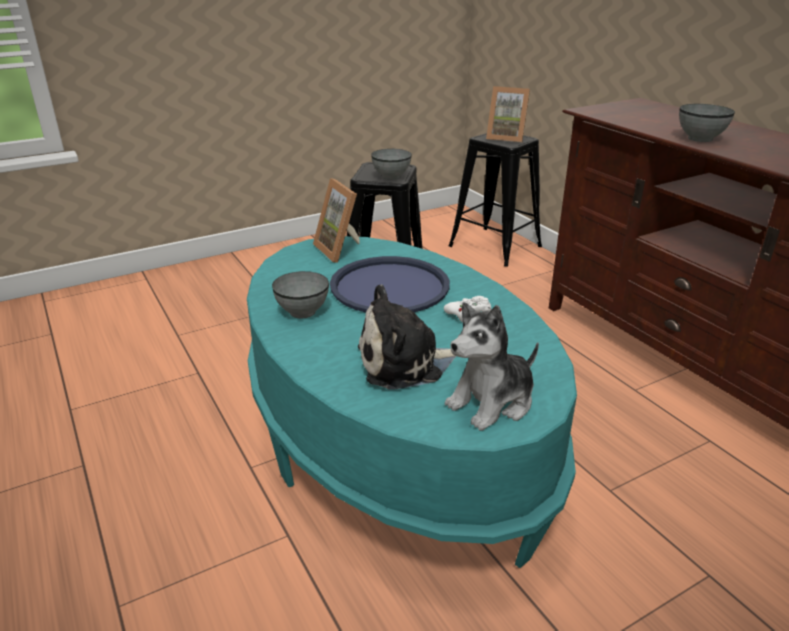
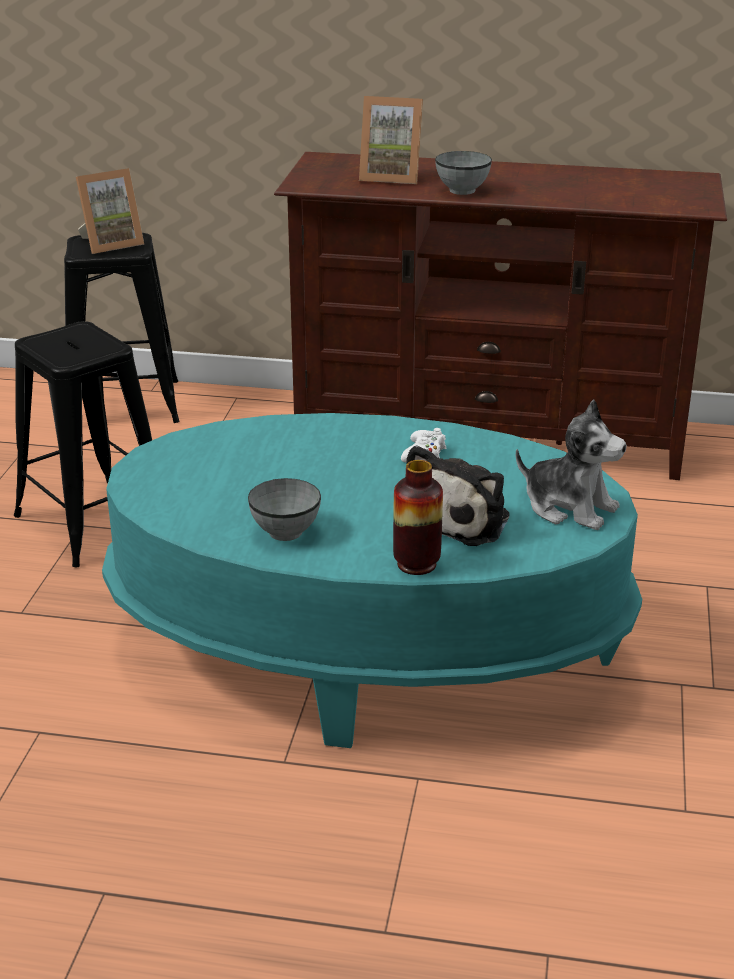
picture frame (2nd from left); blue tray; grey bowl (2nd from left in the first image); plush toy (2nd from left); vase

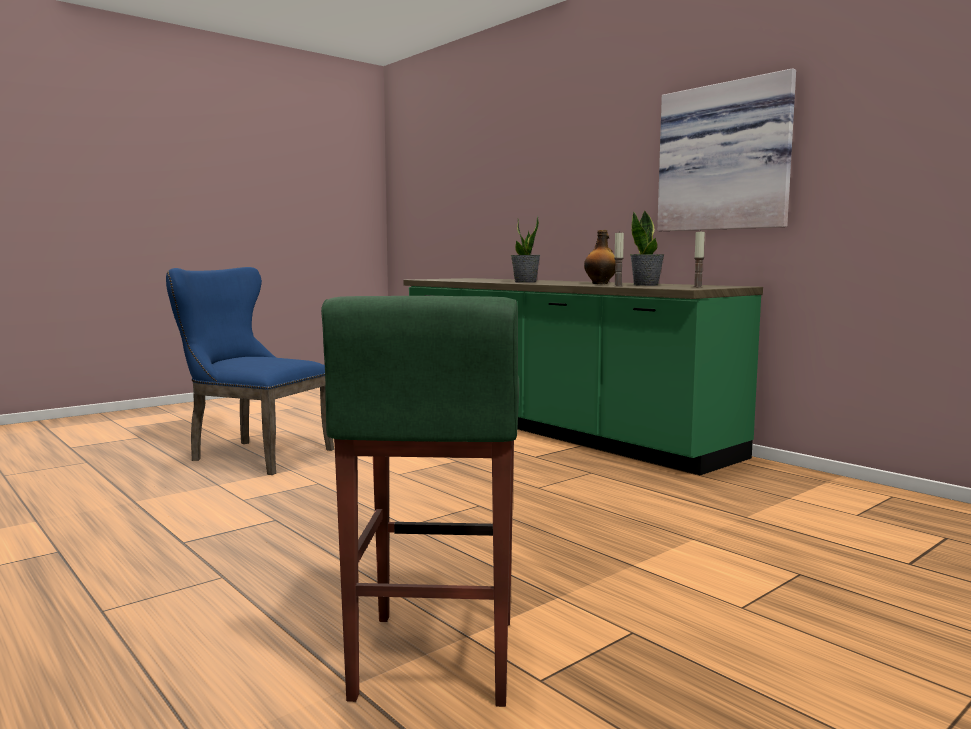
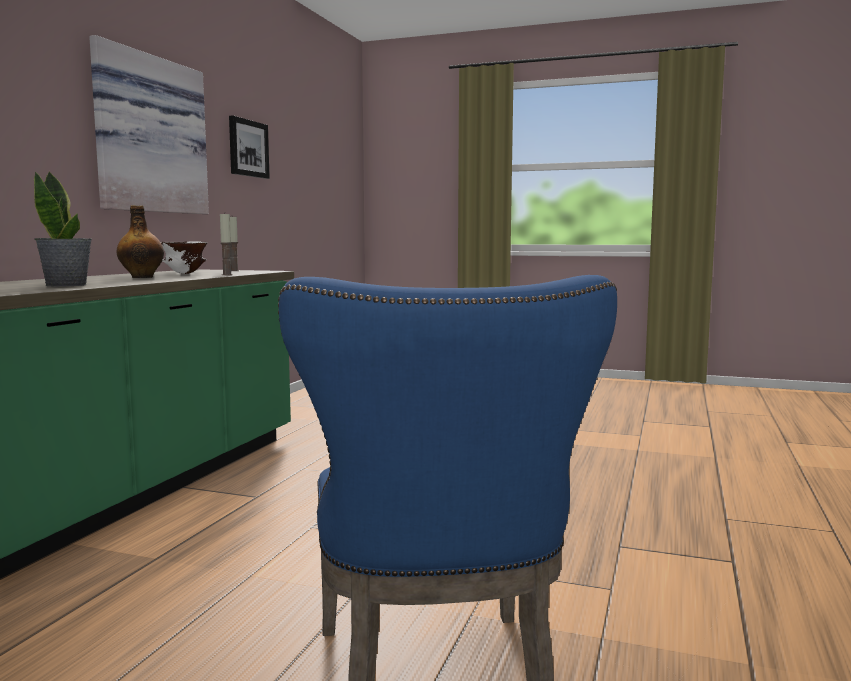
green stool; white bowl; picture (2nd from left)

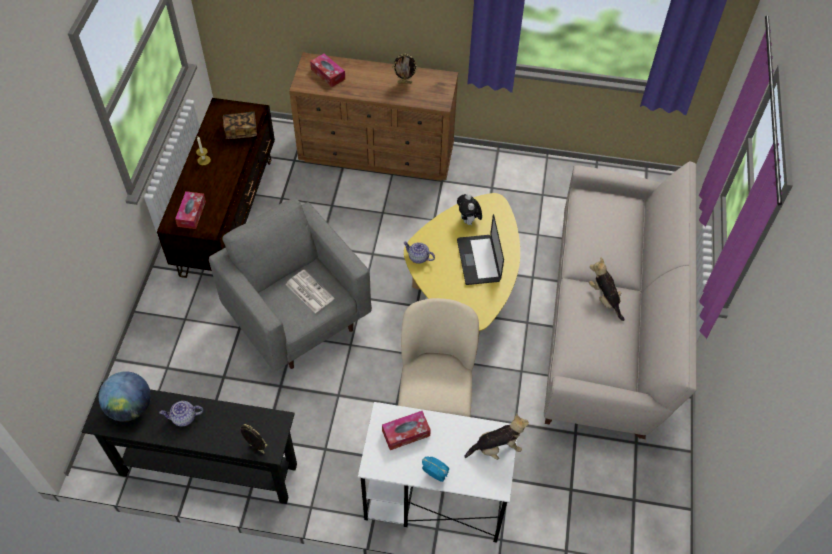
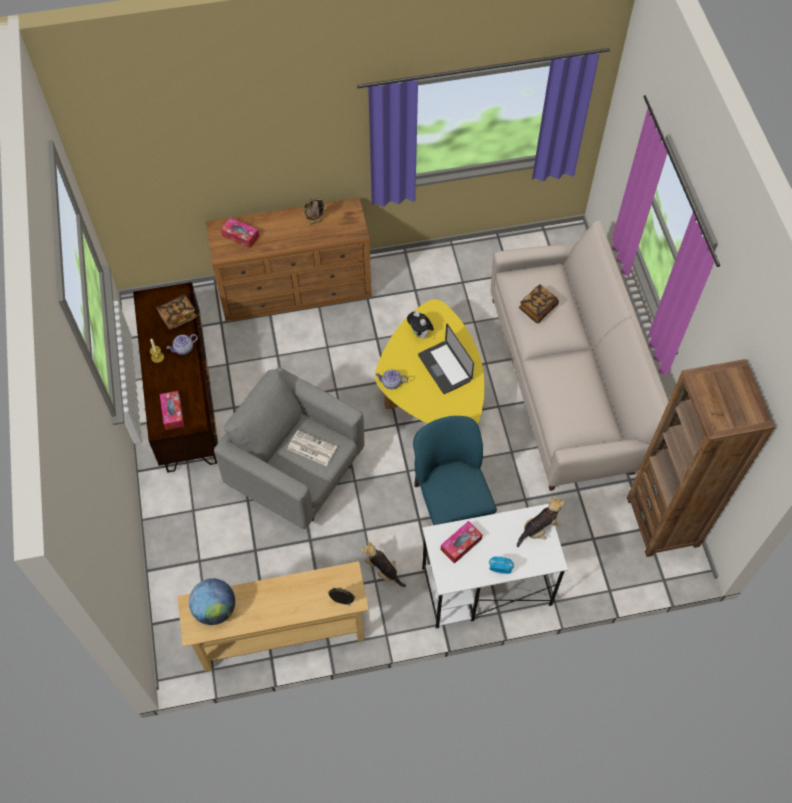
beige console table; teapot (1st from left); blue chair; plush toy (1st from left); book (2nd from left); brown bookcase

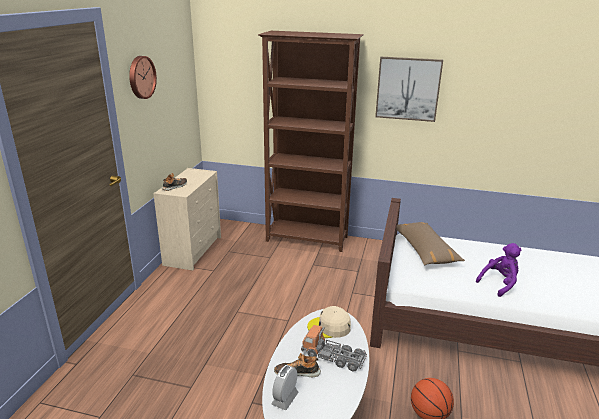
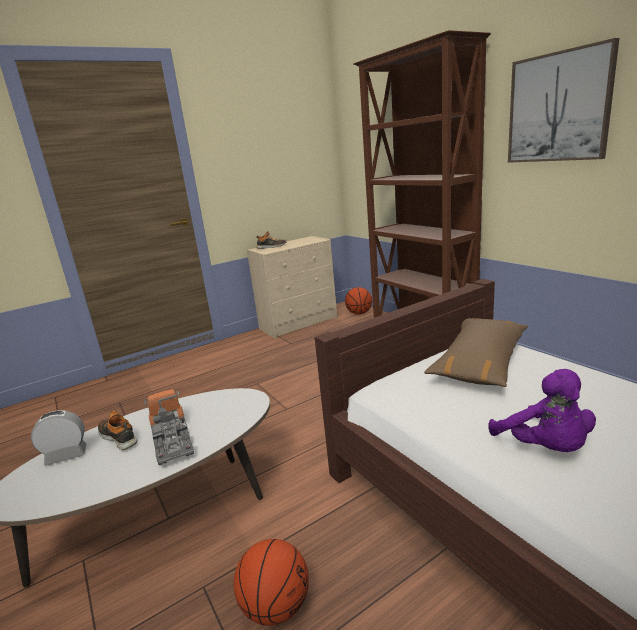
wall clock; beige cap; purple plush toy; basketball (2nd from left)

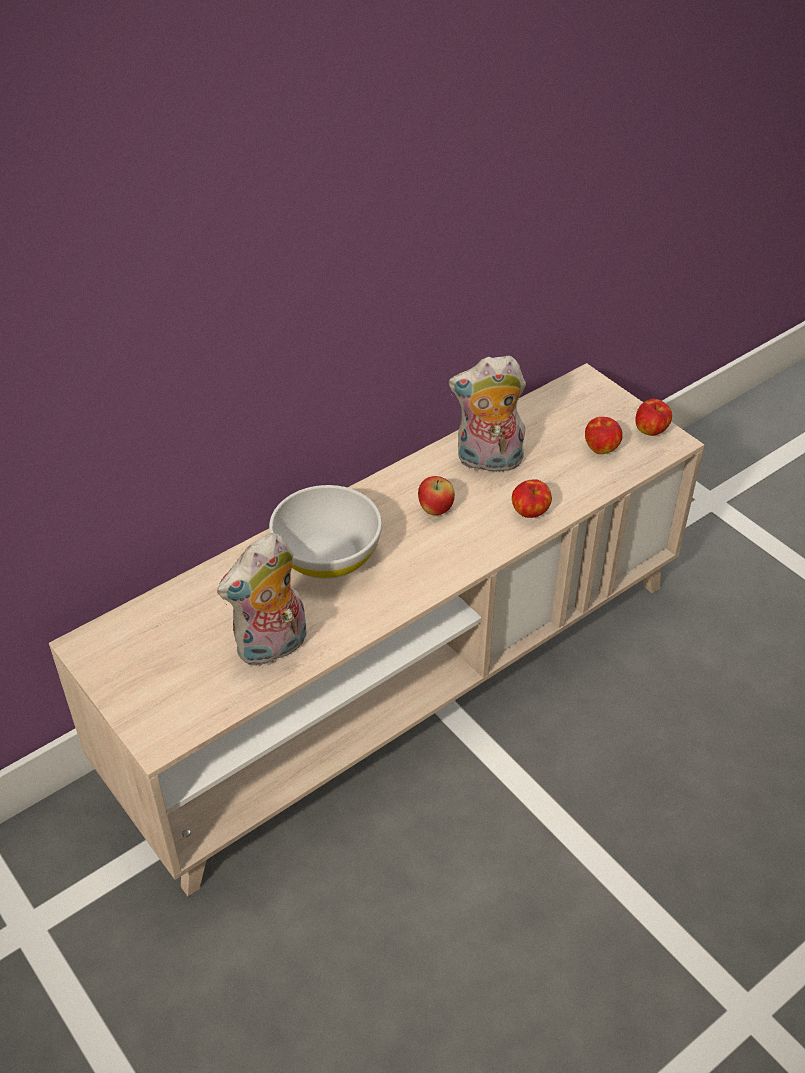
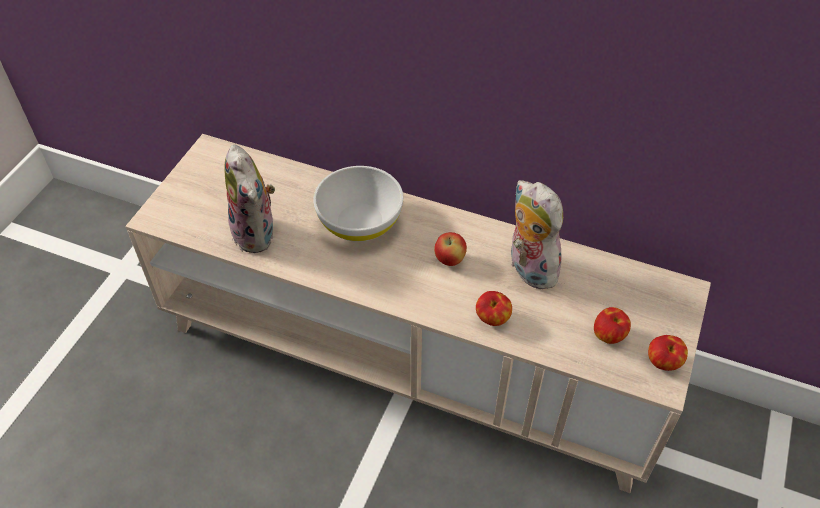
plush toy (1st from left)

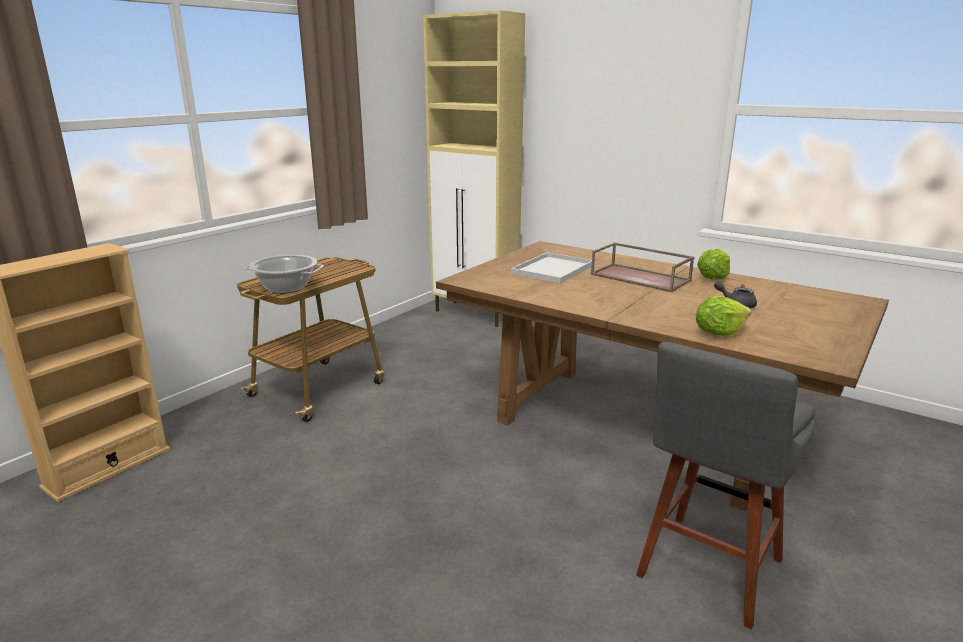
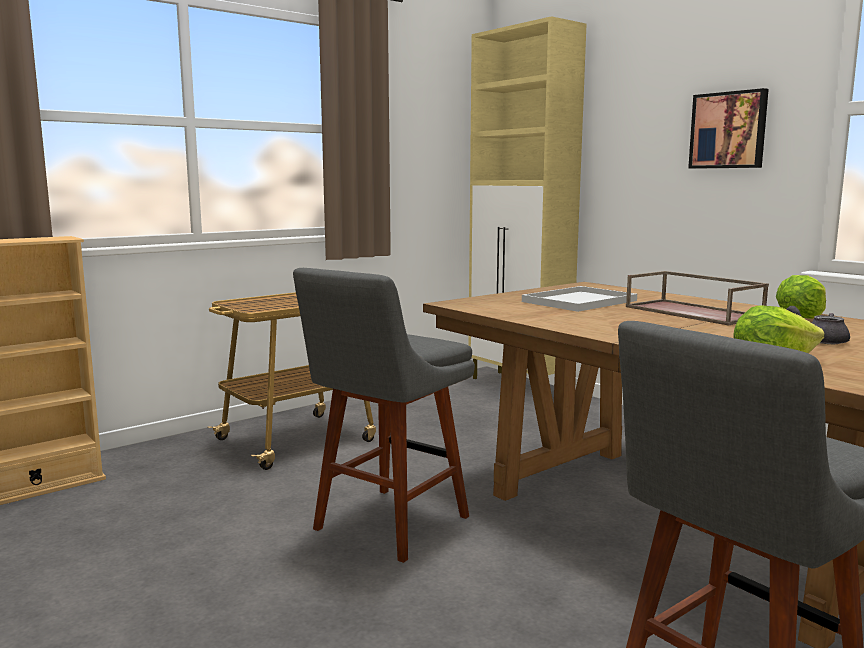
cooking pot; grey stool (1st from left); picture

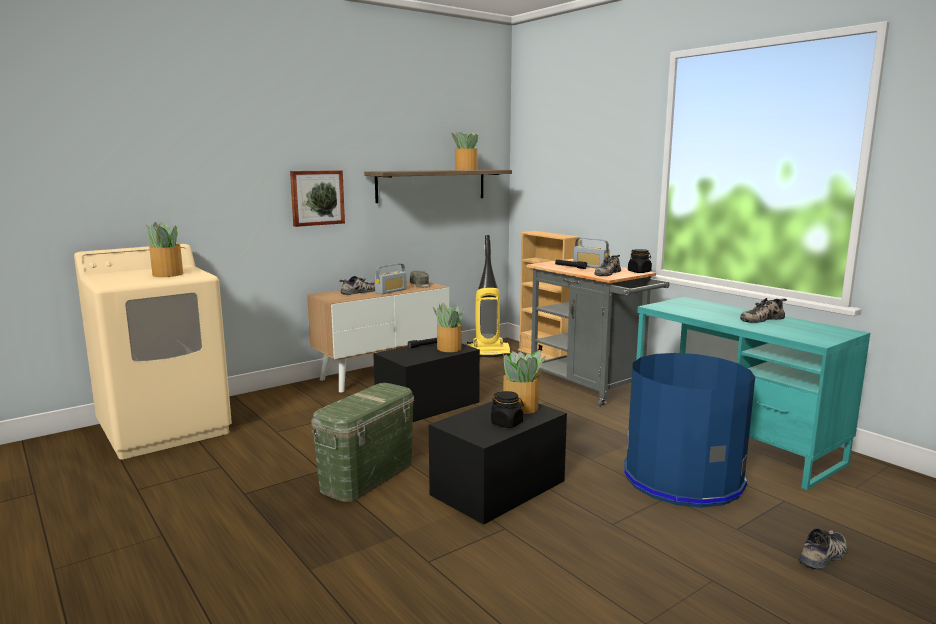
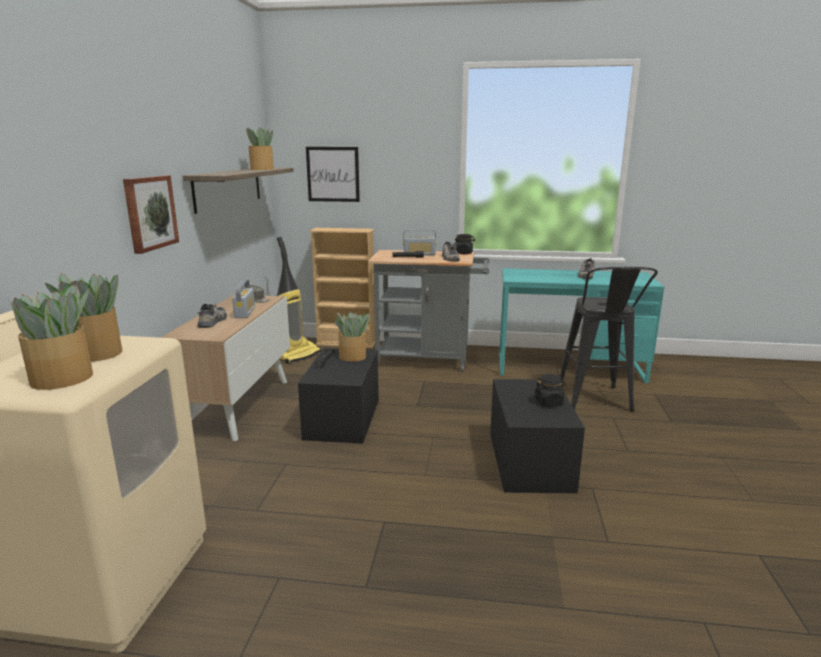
green storage box; potted plant (1st from left); black stool; shoe (4th from left in the first image); picture (2nd from left)

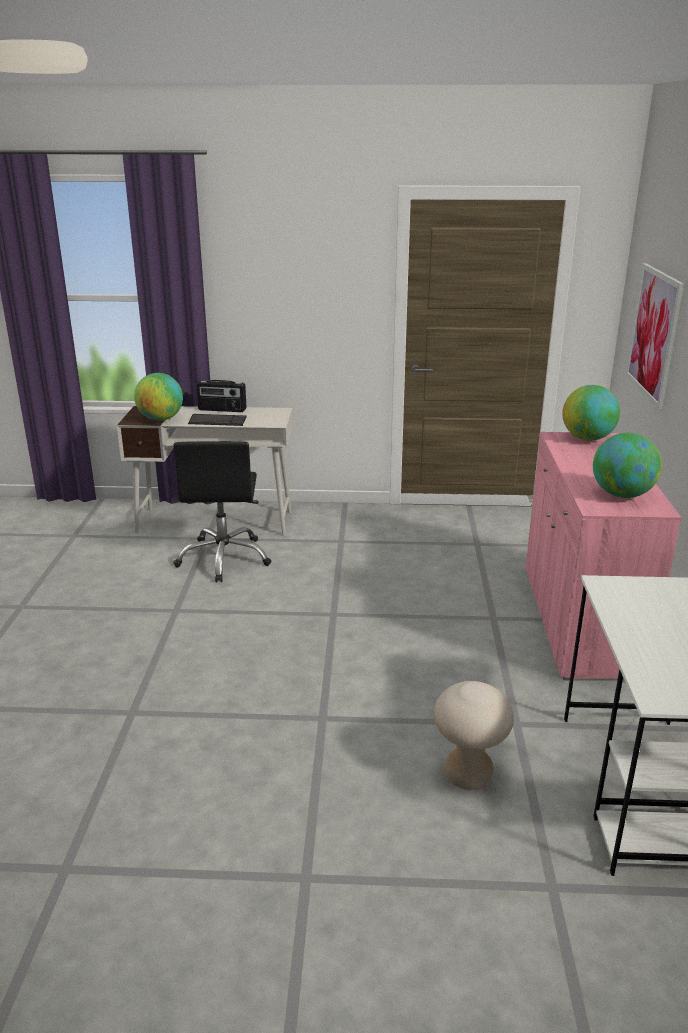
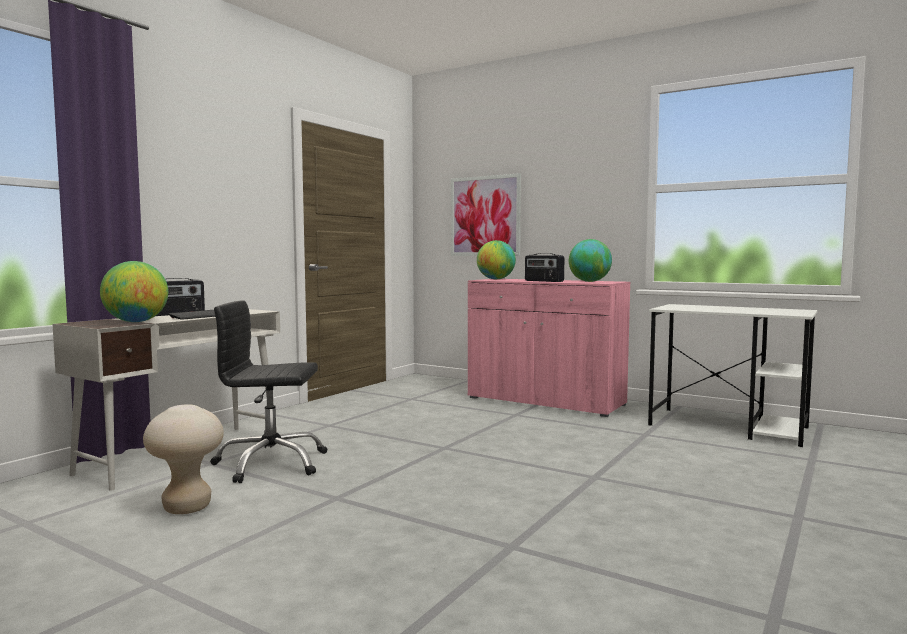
black office chair; beige stool; radio (2nd from left)

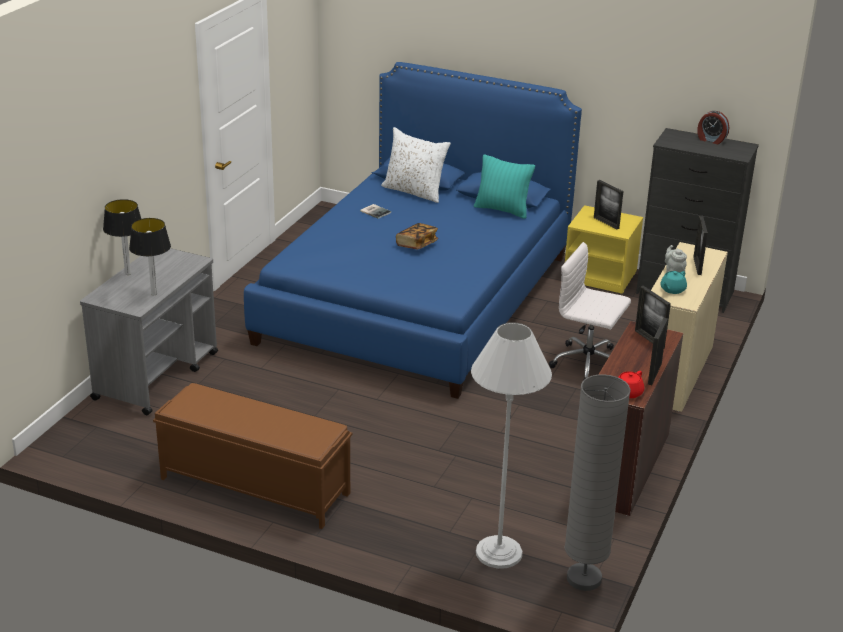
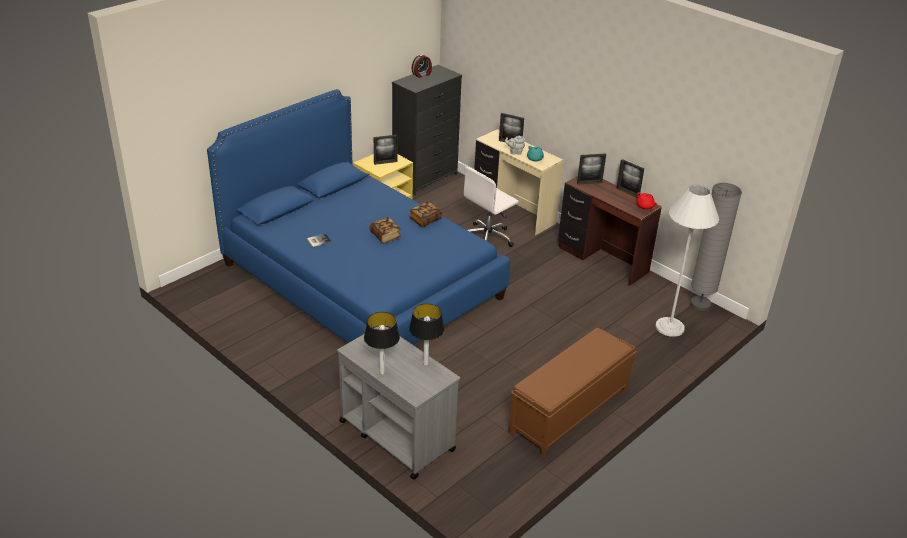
white pillow; turquoise pillow; book (3rd from left)

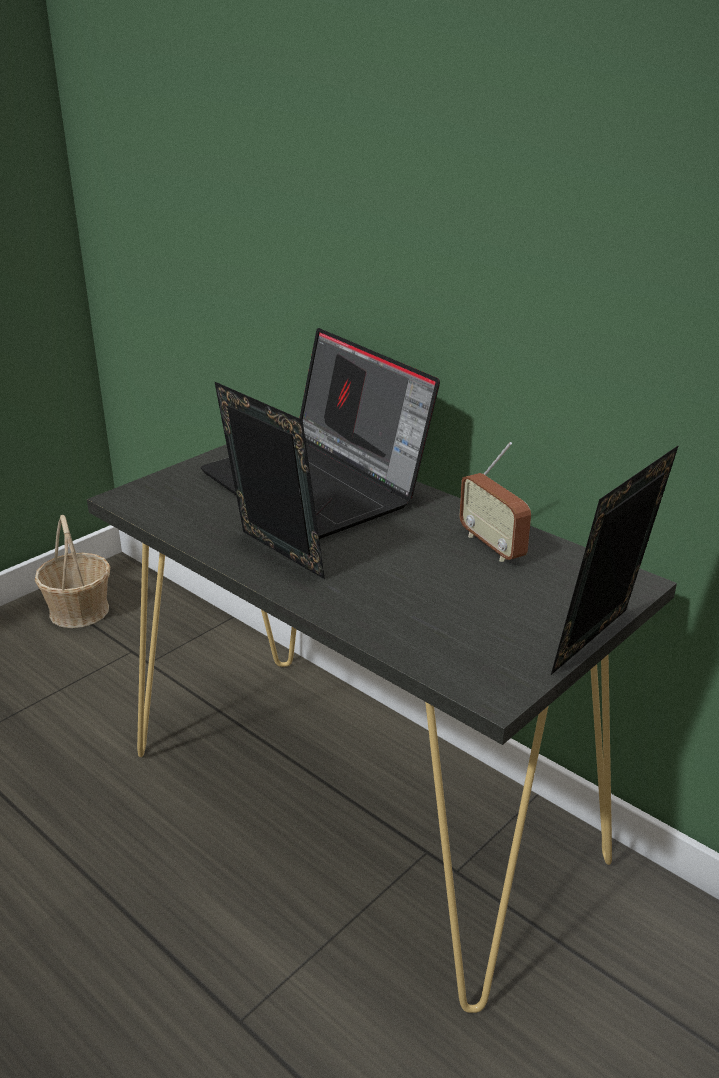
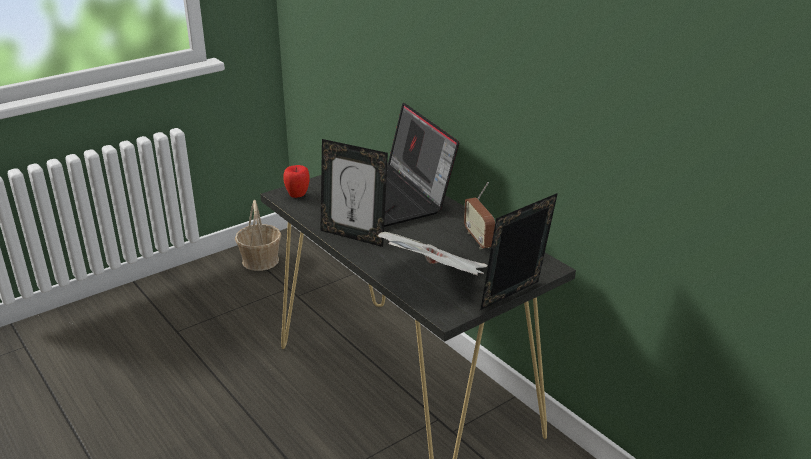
picture frame (1st from left); apple; newspaper

